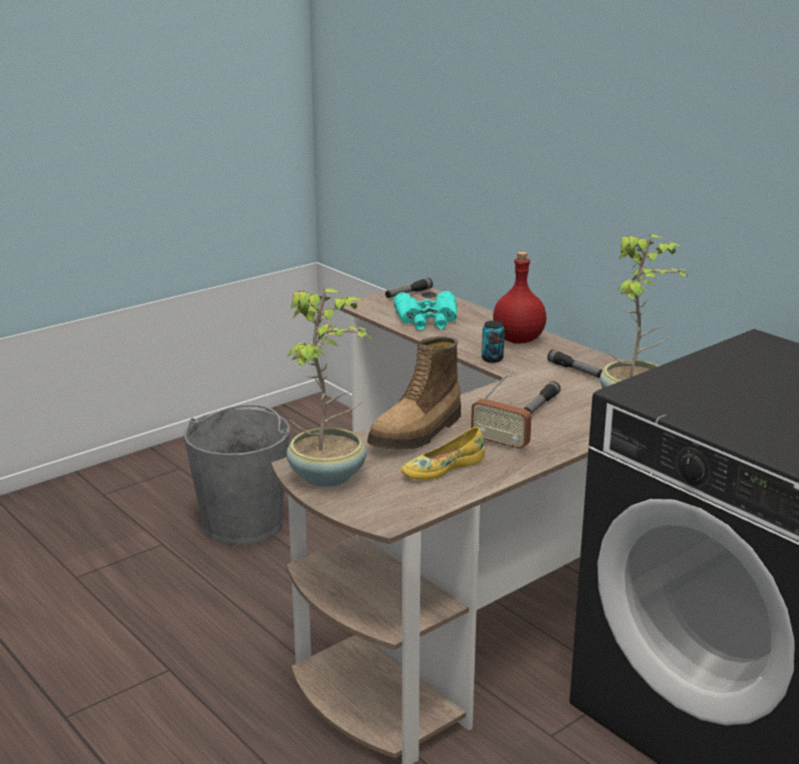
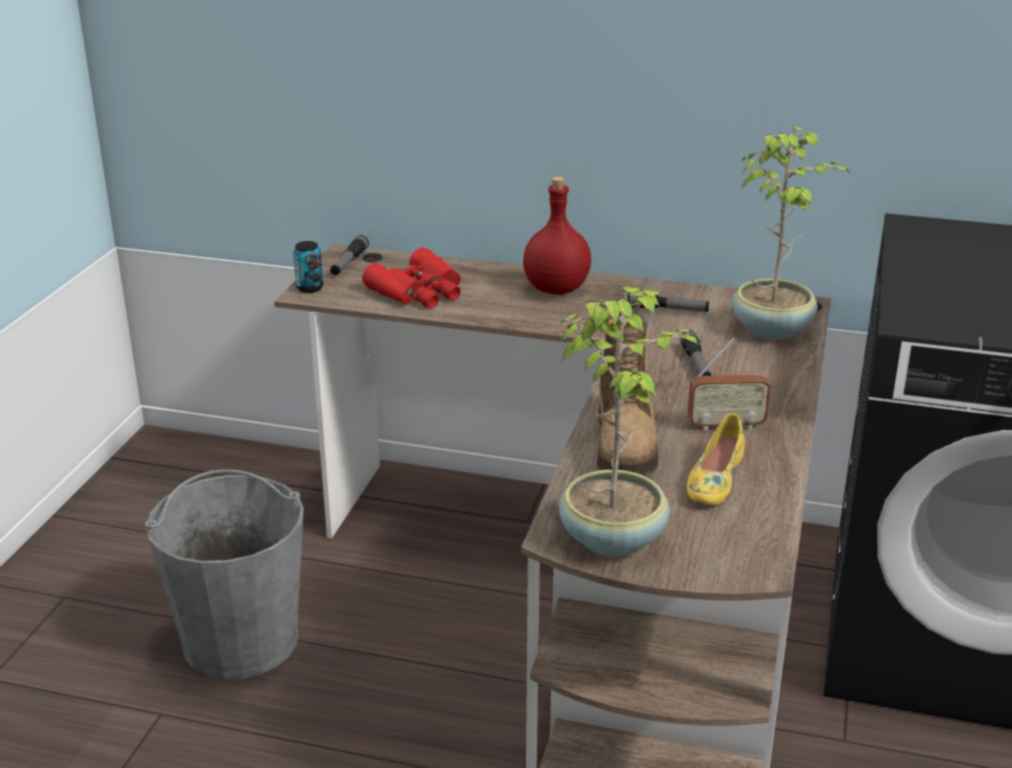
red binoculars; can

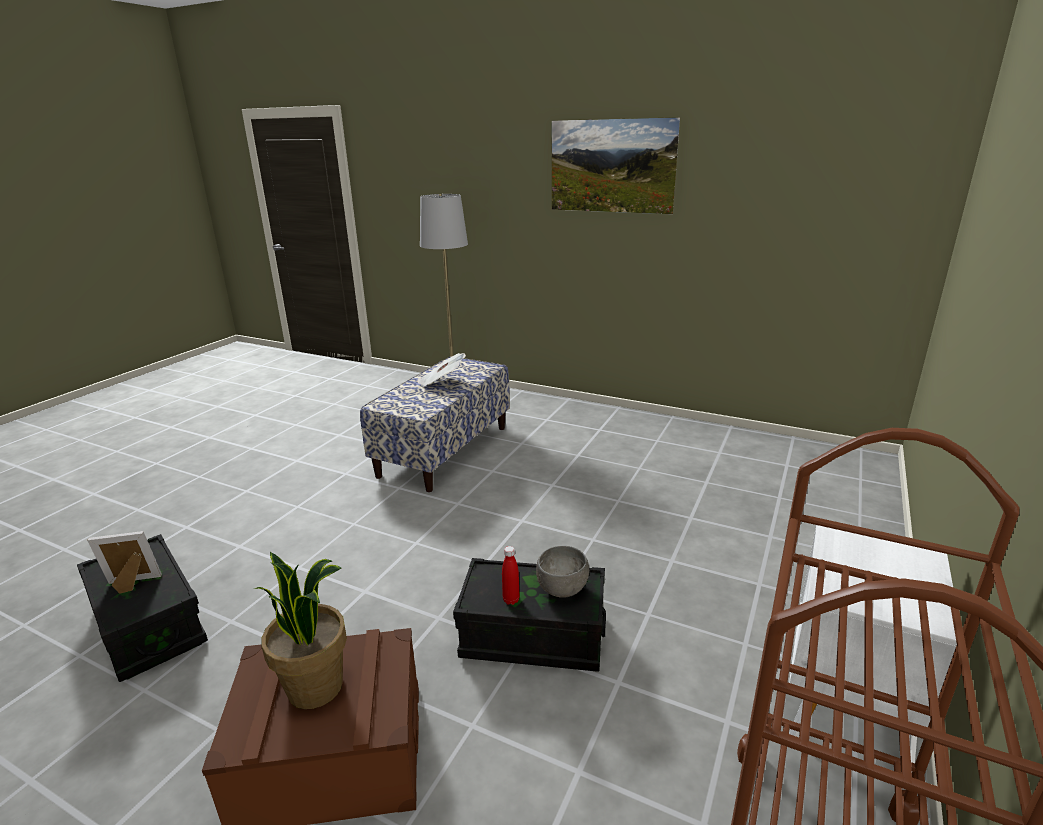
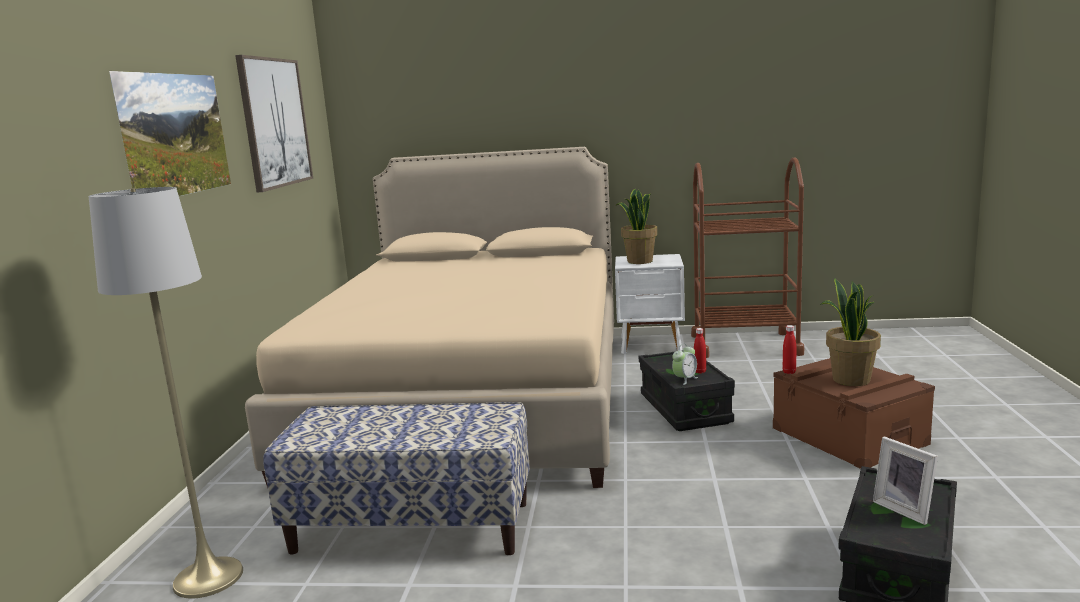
newspaper; grey bowl; picture (2nd from left); beige bed; potted plant (1st from left); alarm clock; red bottle (2nd from left)

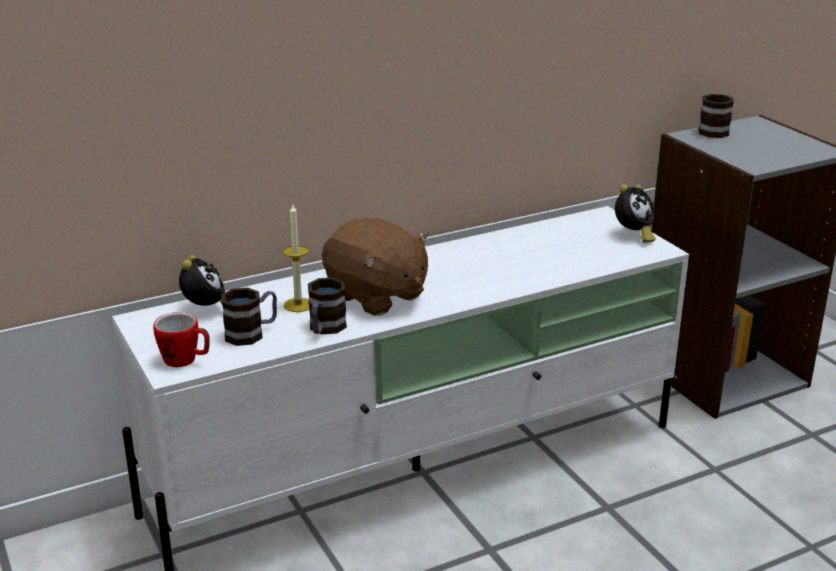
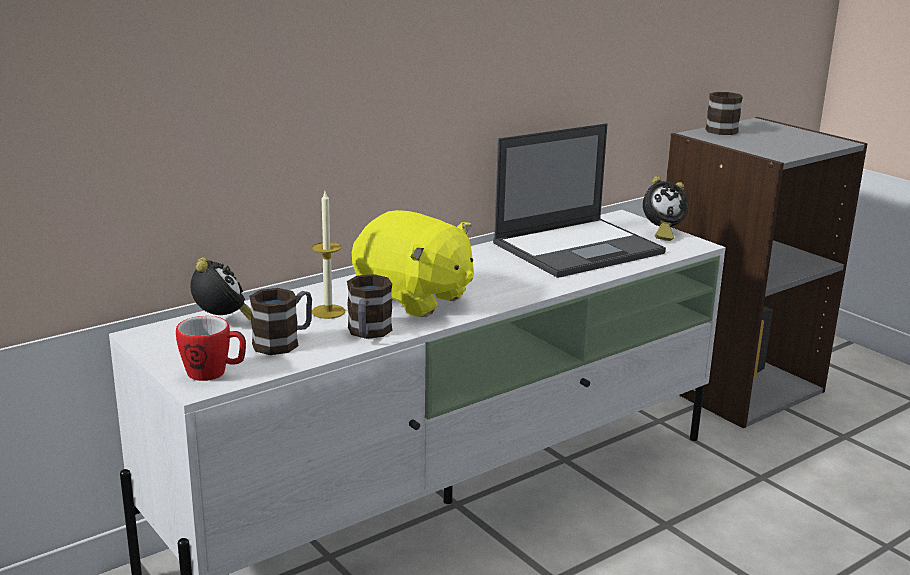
yellow plush toy; alarm clock (2nd from left); laptop

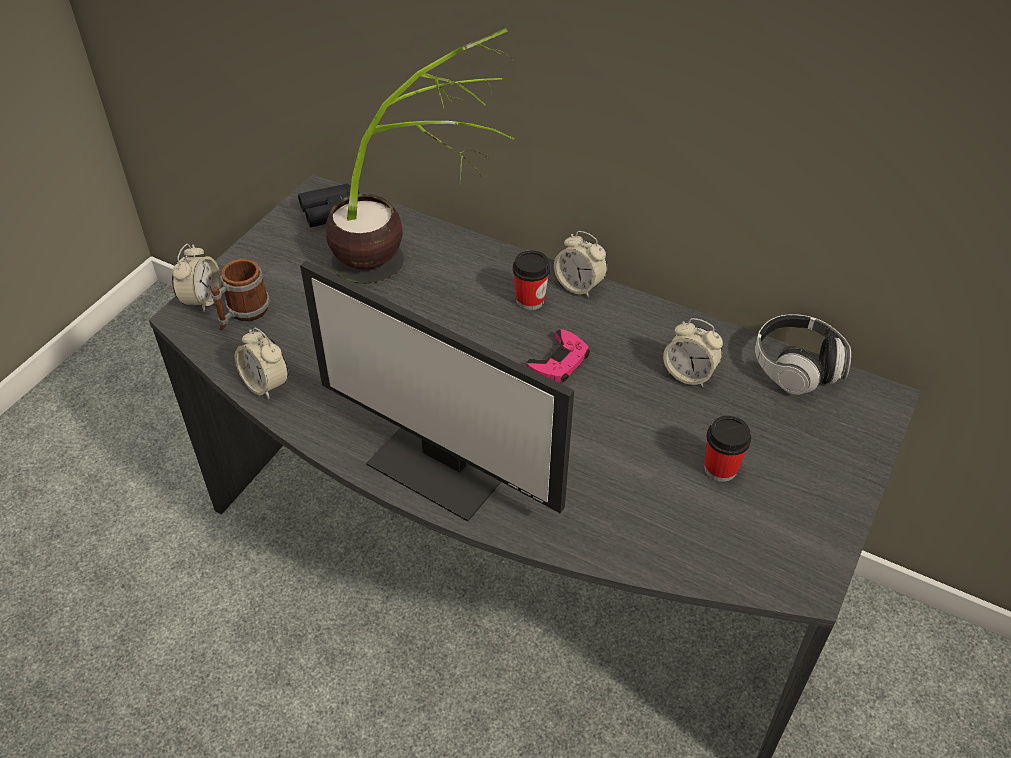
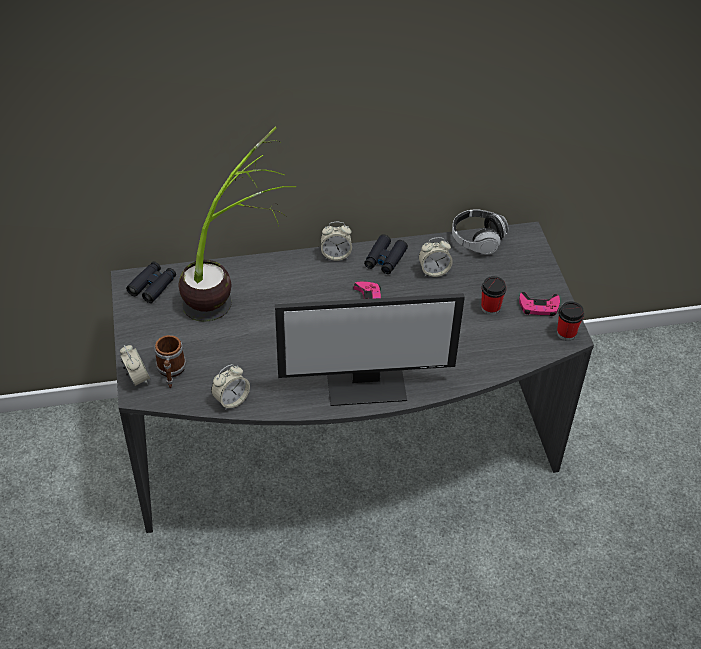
alarm clock (2nd from left); cup (2nd from left); black binoculars (2nd from left); pink game controller (2nd from left)

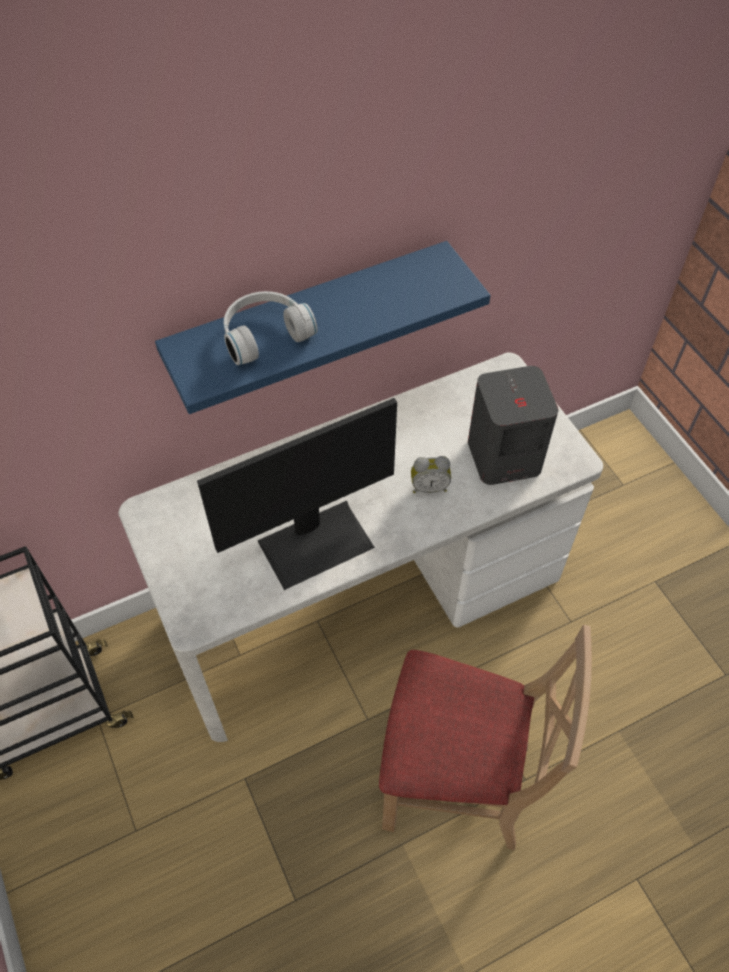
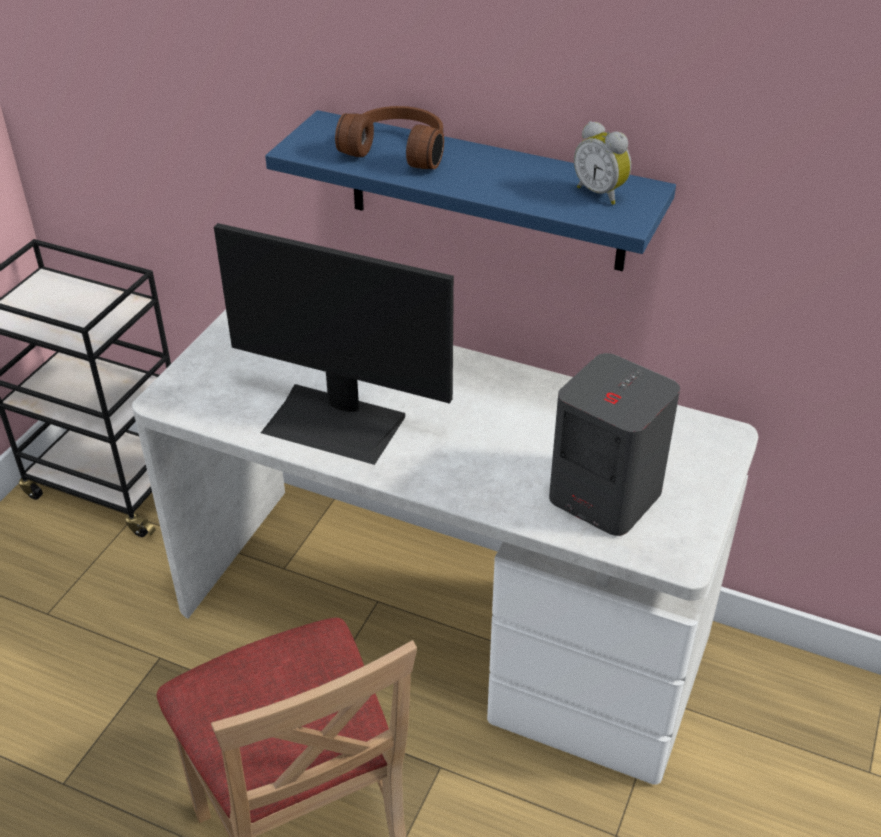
brown headphones; alarm clock

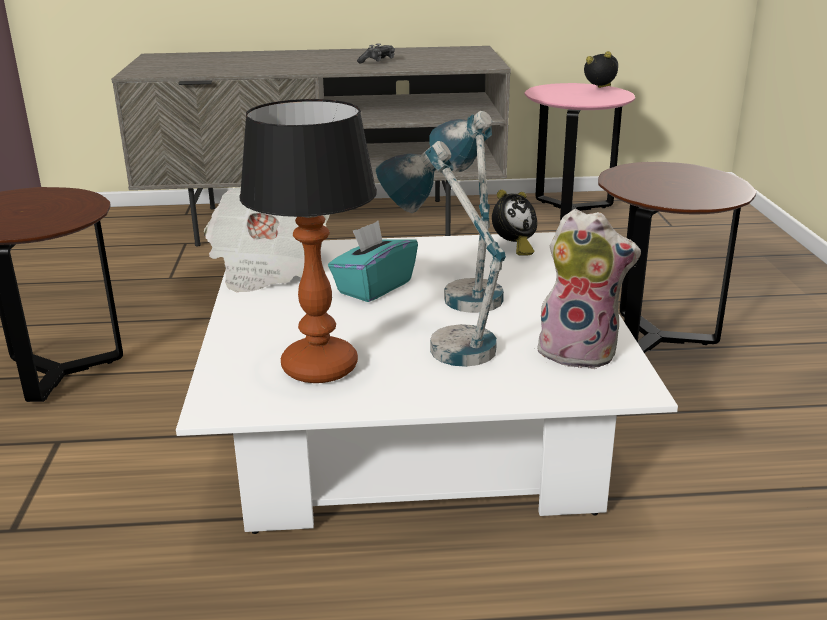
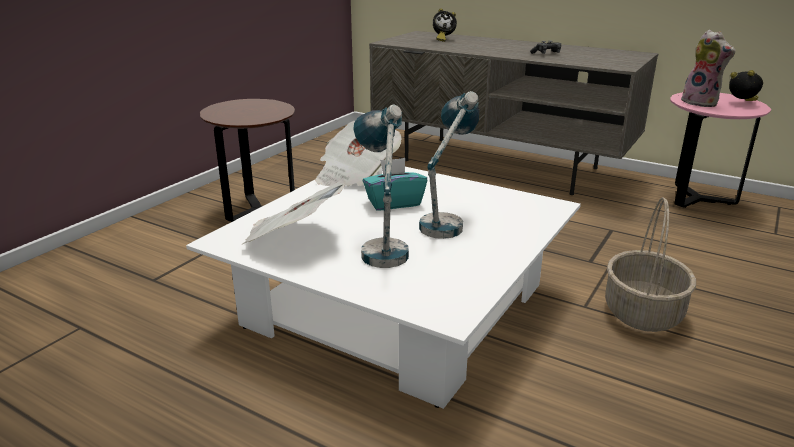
newspaper (1st from left); alarm clock (1st from left); plush toy; basket

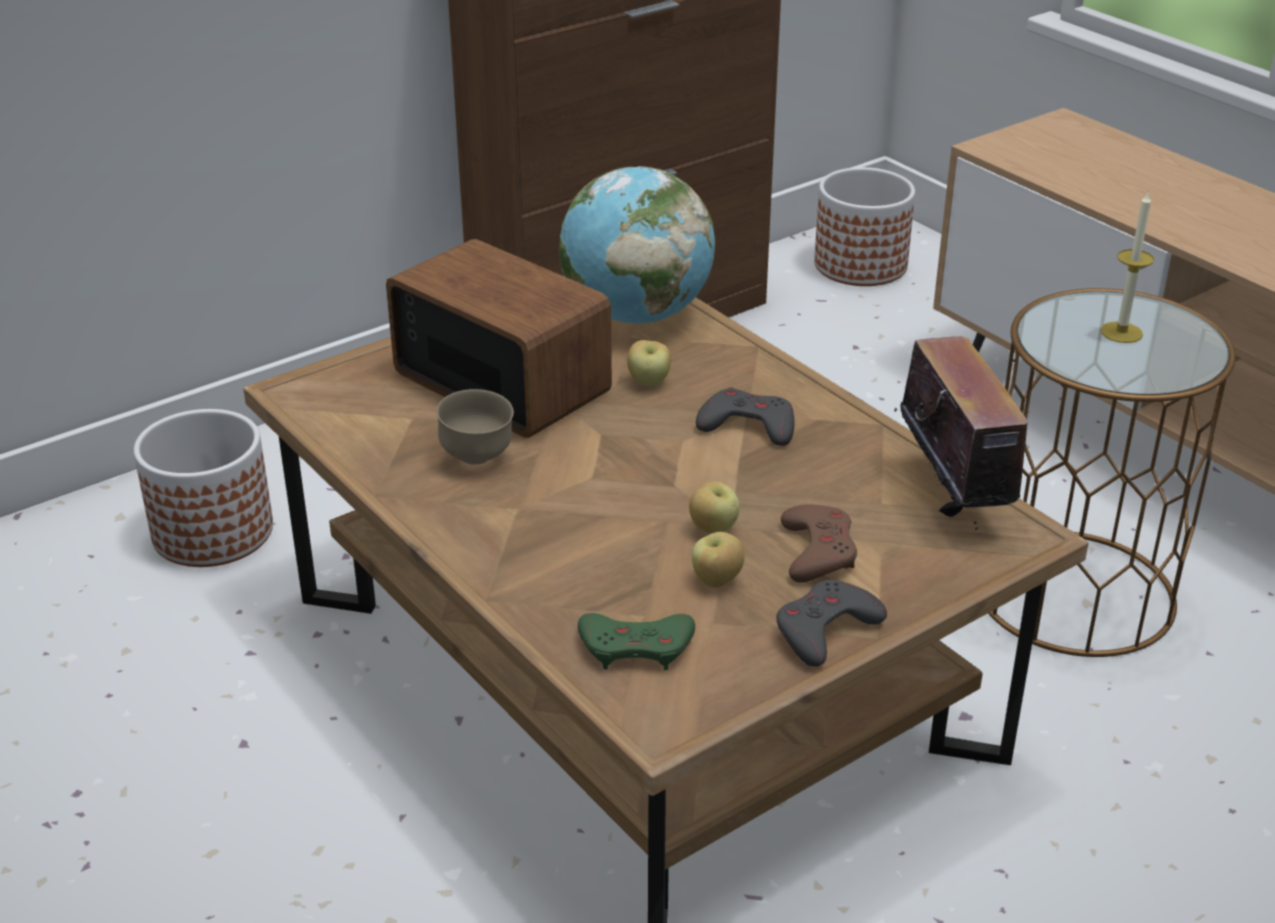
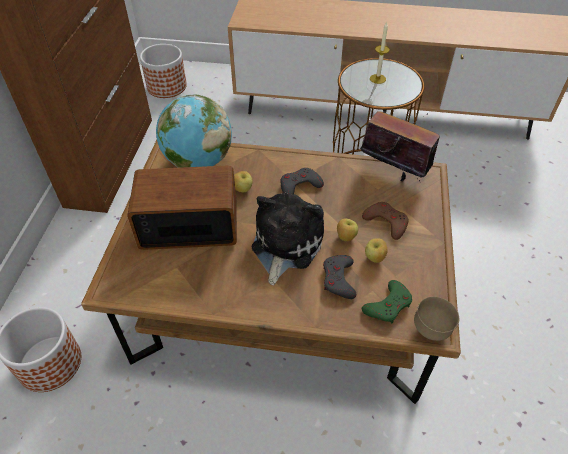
brown bowl; grey game controller (2nd from left); plush toy

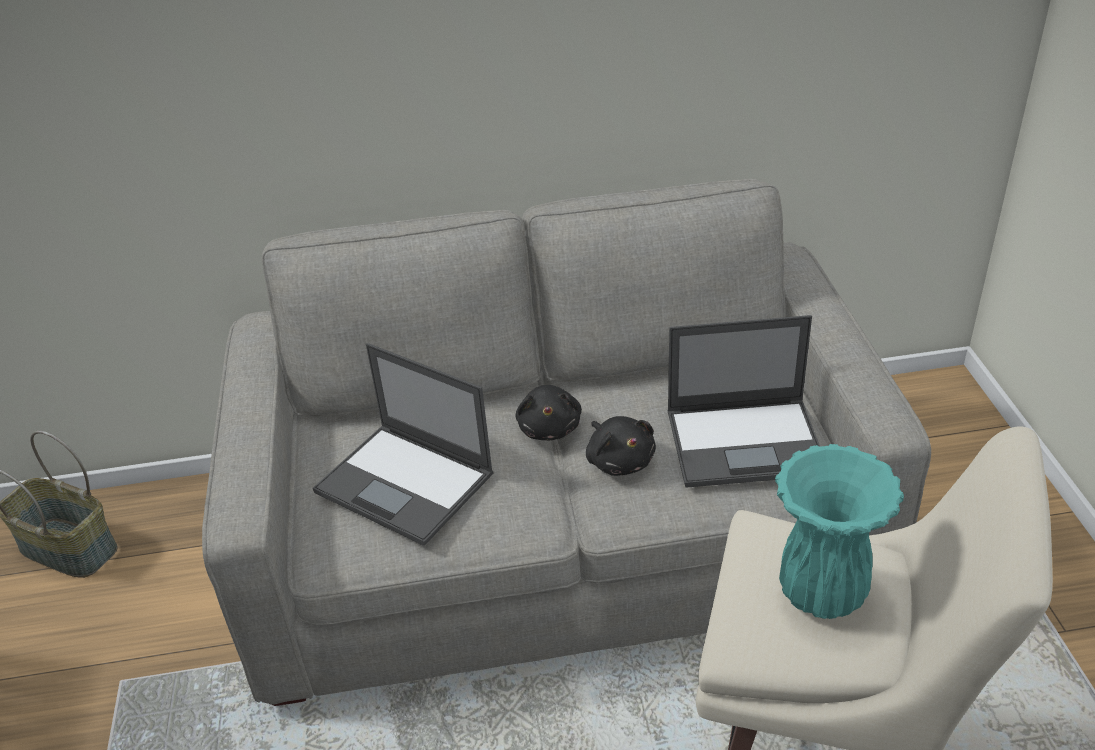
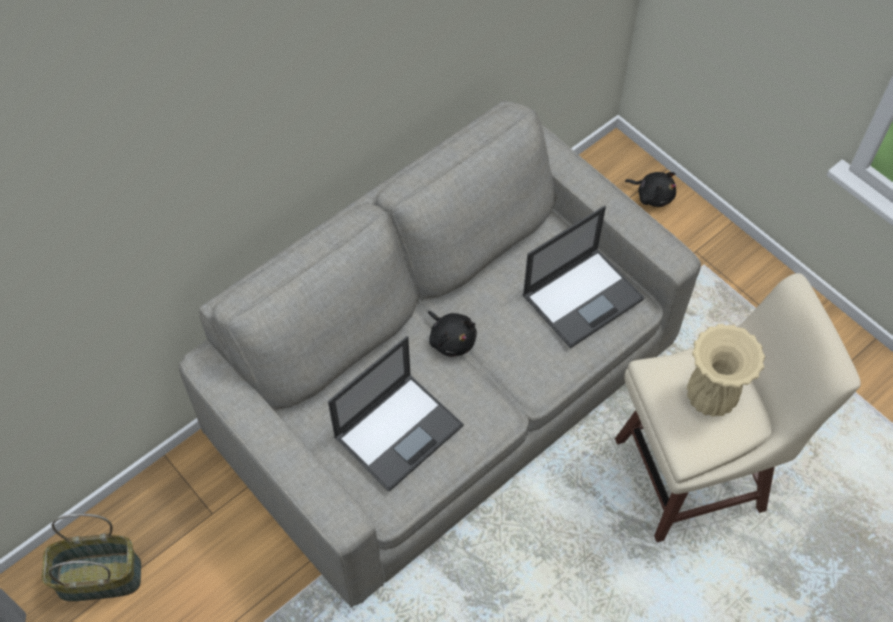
laptop (1st from left); black plush toy (2nd from left); beige vase

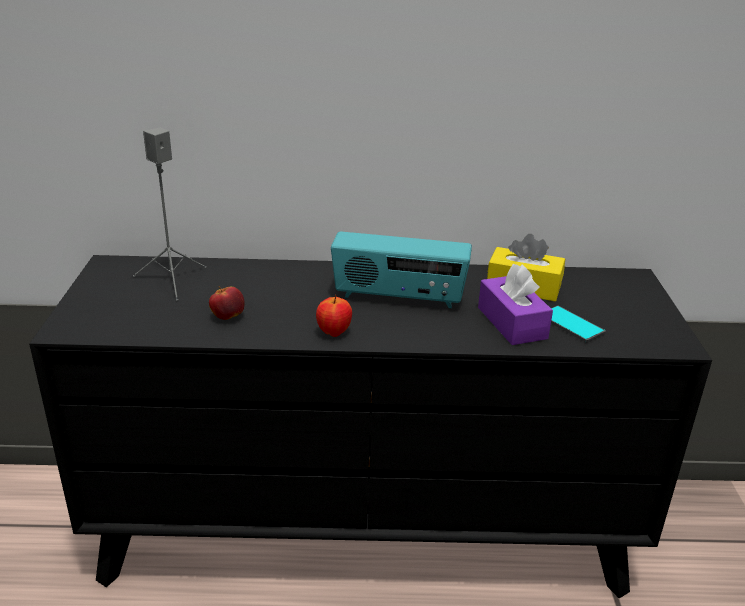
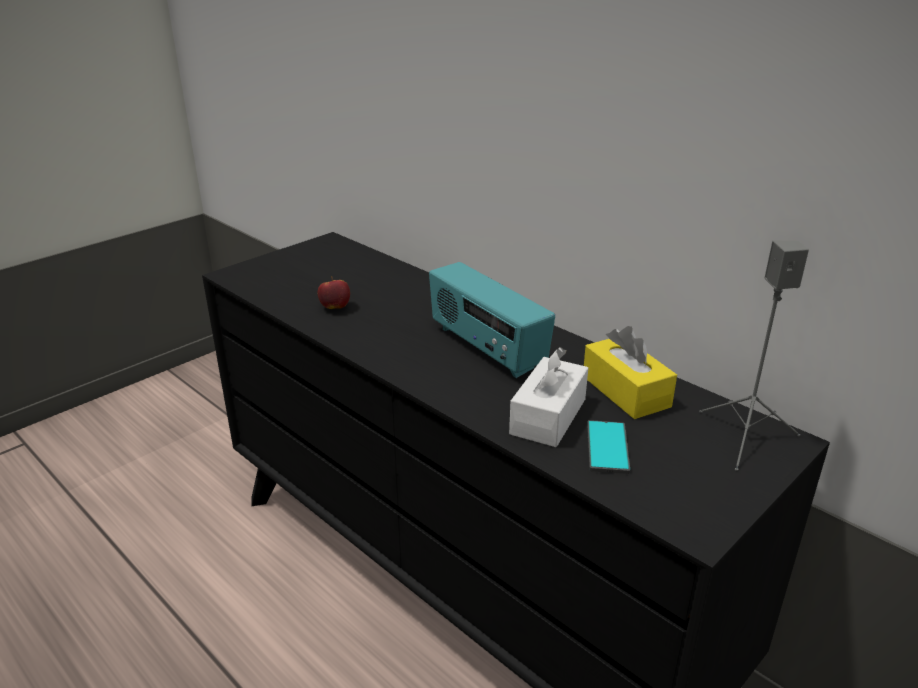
grey speaker; apple (2nd from left in the first image); white tissue box

